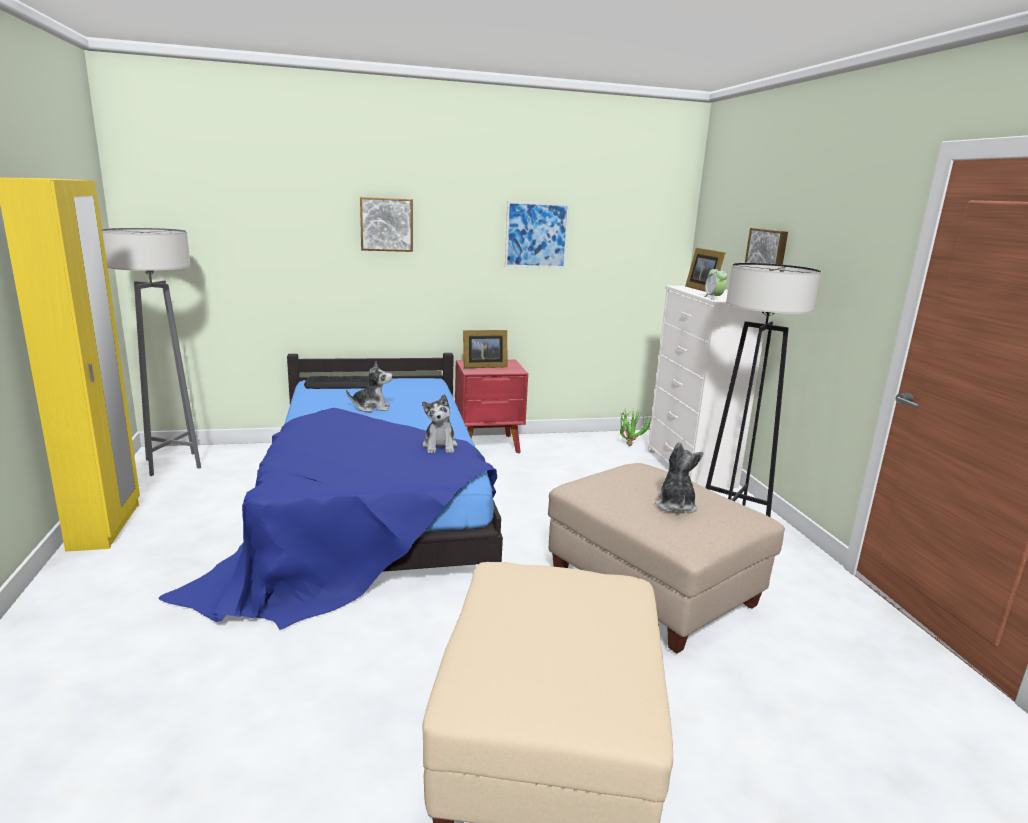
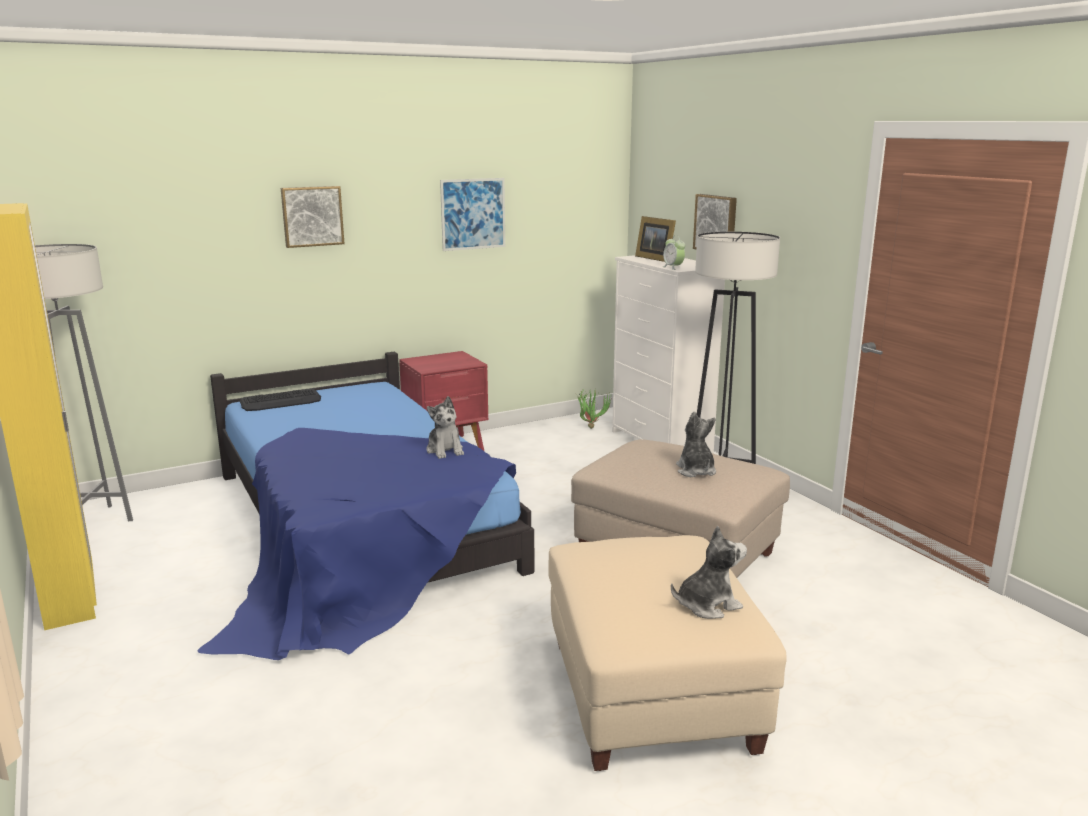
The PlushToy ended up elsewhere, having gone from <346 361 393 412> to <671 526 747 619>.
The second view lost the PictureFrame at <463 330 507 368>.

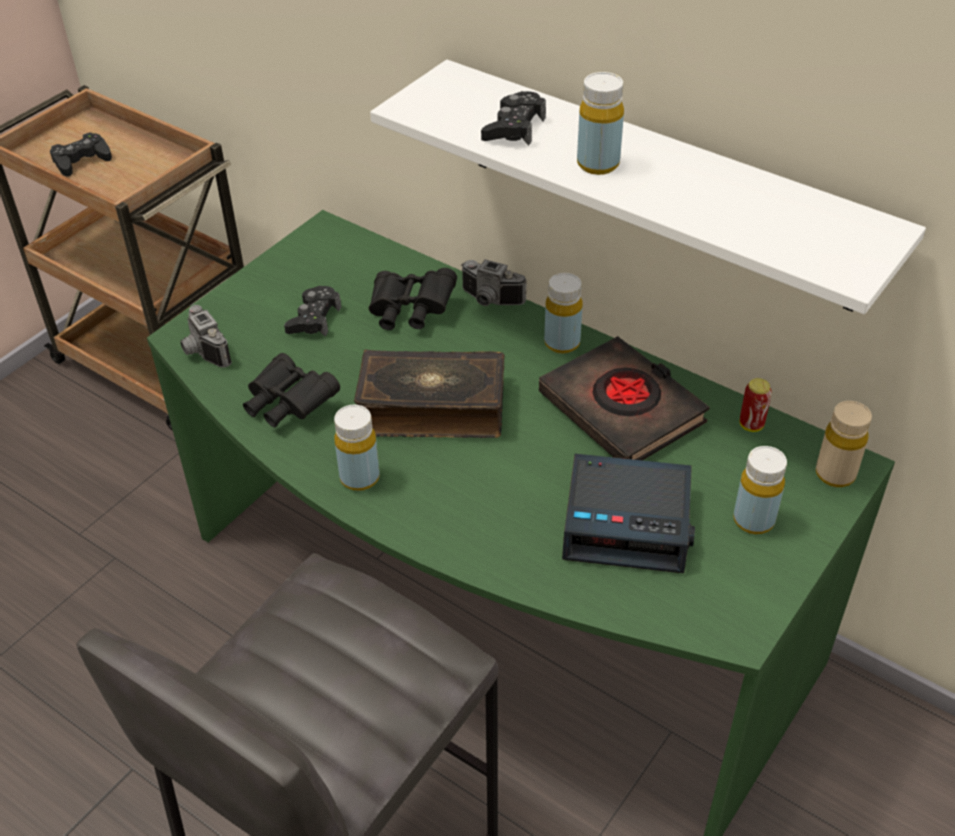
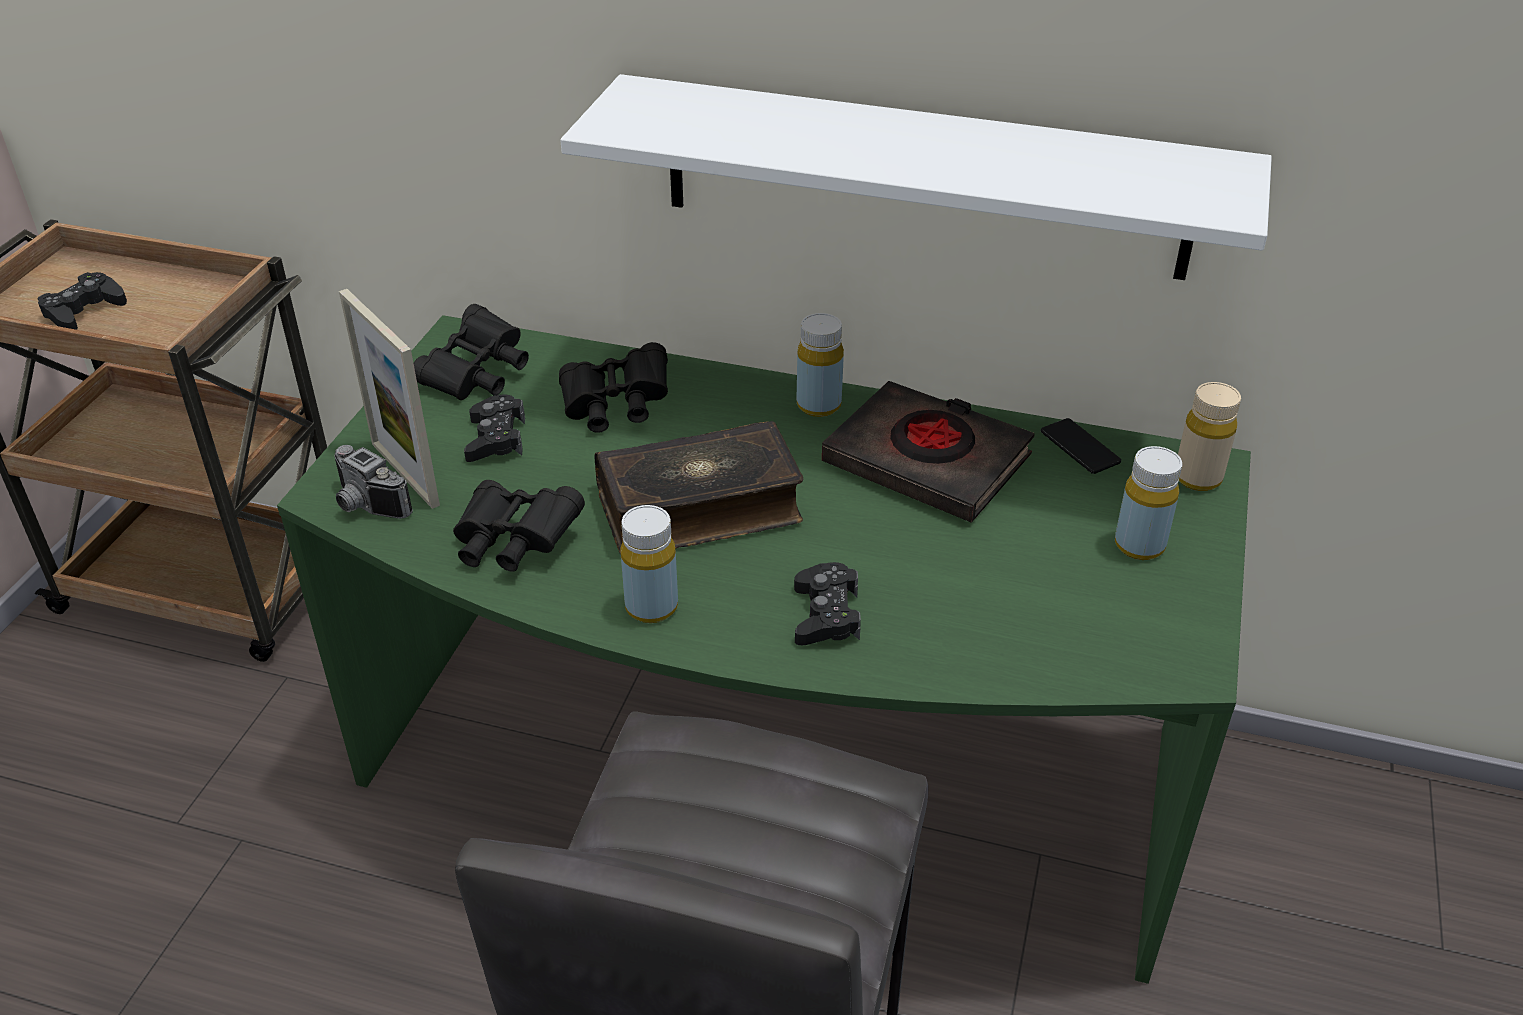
The second view lost the PhotoCamera at <461 259 527 306>.
The BlackGameController ended up elsewhere, having gone from <481 91 546 146> to <794 562 861 645>.
The second view lost the AlarmClock at <562 454 695 573>.
The second view lost the YellowBottle at <577 72 624 175>.
Where the Can stood at <740 378 772 432>, the Phone came to stand at <1041 418 1121 474>.
The second view gained the PictureFrame at <339 289 440 509>.
The second view gained the BlackBinoculars at <414 304 529 400>.

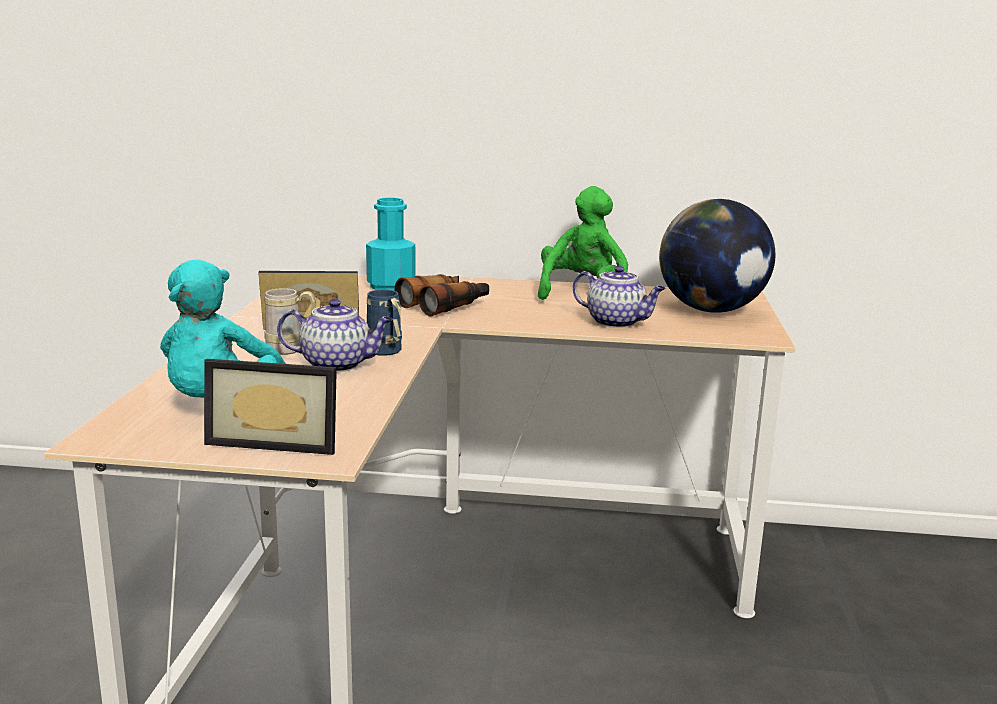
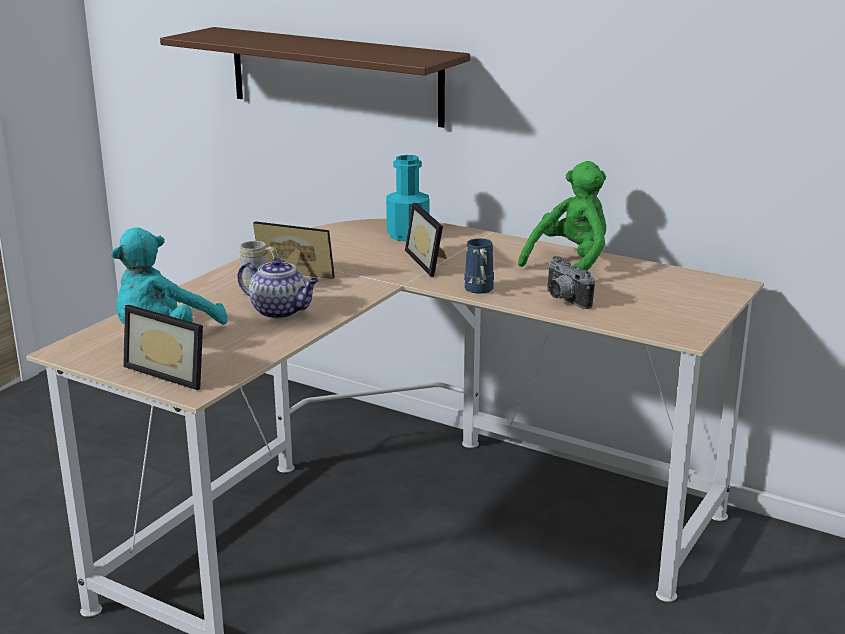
The BlueMug ended up elsewhere, having gone from <367 290 402 356> to <464 238 494 294>.
Where the Binoculars stood at <394 274 489 317>, the PictureFrame came to stand at <405 203 447 277>.
Where the Teapot stood at <573 265 666 328>, the PhotoCamera came to stand at <547 256 595 309>.
The second view lost the Globe at <659 199 775 313>.
The second view gained the BrownShelf at <160 27 470 128>.

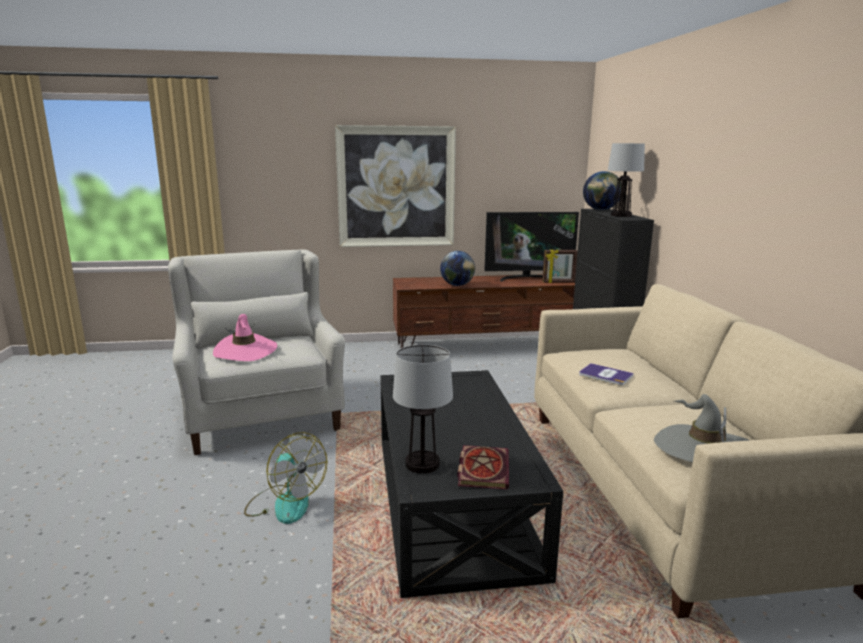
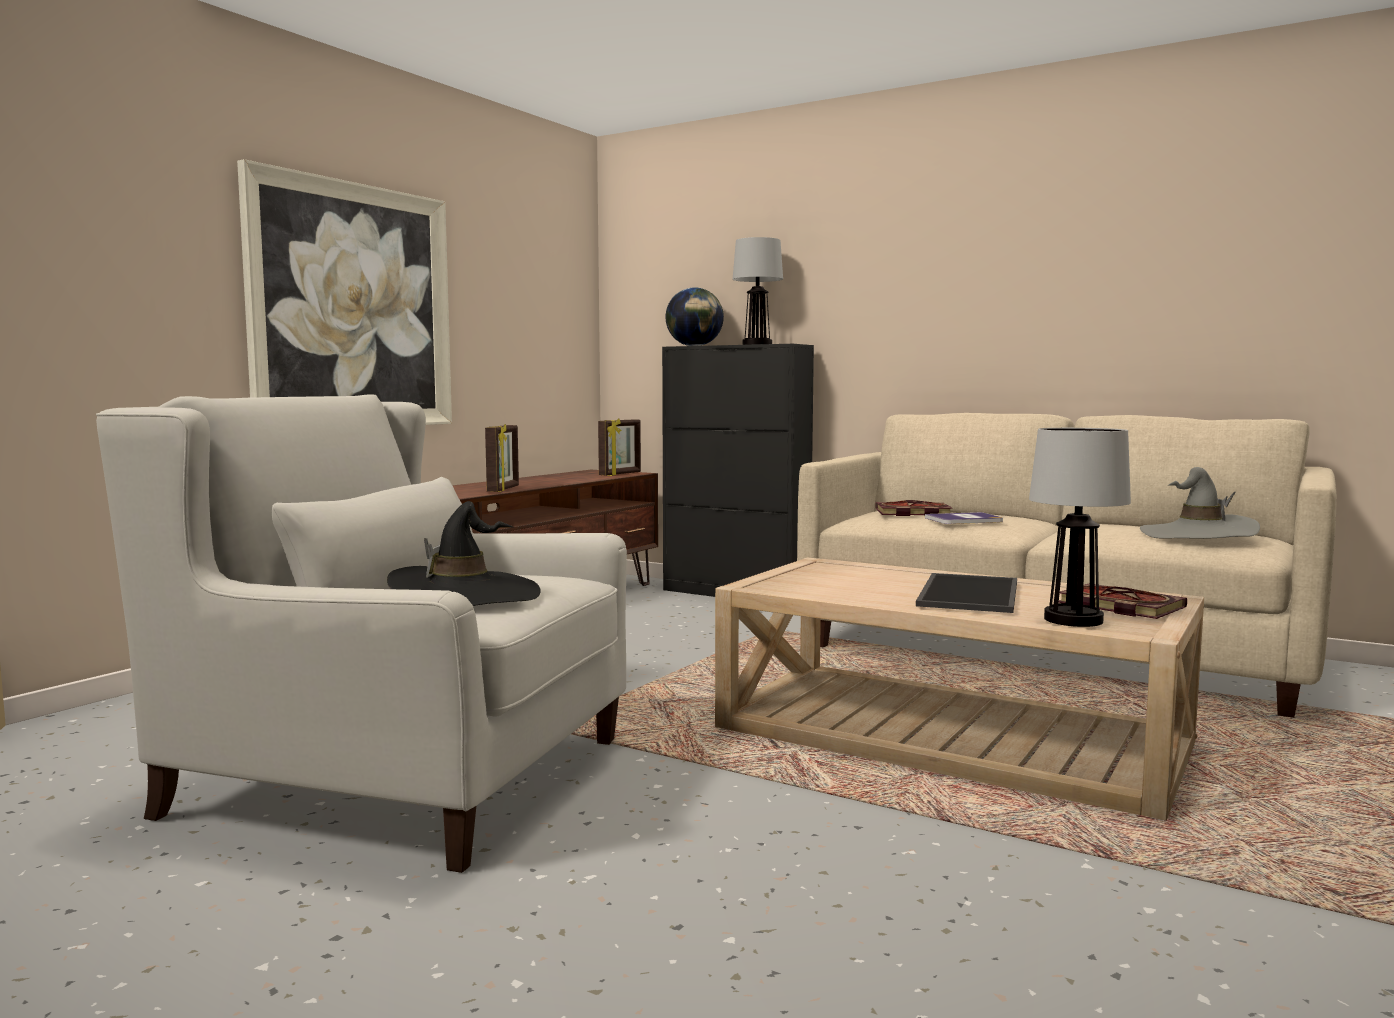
What was the PinkHat at <213 314 277 361> turned into the BlackHat at <387 501 541 606>.
The second view lost the Fan at <244 432 327 524>.
What was the BlackCoffeeTable at <380 370 563 598> turned into the BeigeCoffeeTable at <715 558 1204 820>.
Where the Globe stood at <440 251 475 286>, the PictureFrame came to stand at <485 424 519 492>.
The second view lost the Television at <484 212 579 281>.
The second view gained the Book at <875 500 953 516>.
The second view gained the Tray at <916 573 1017 613>.

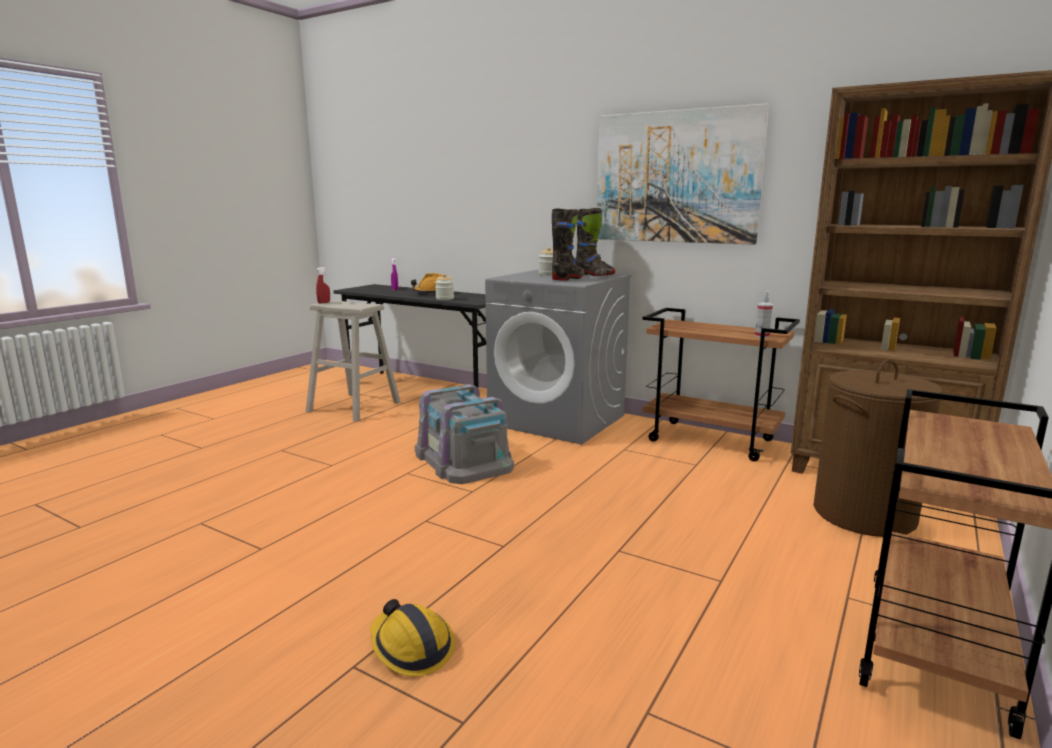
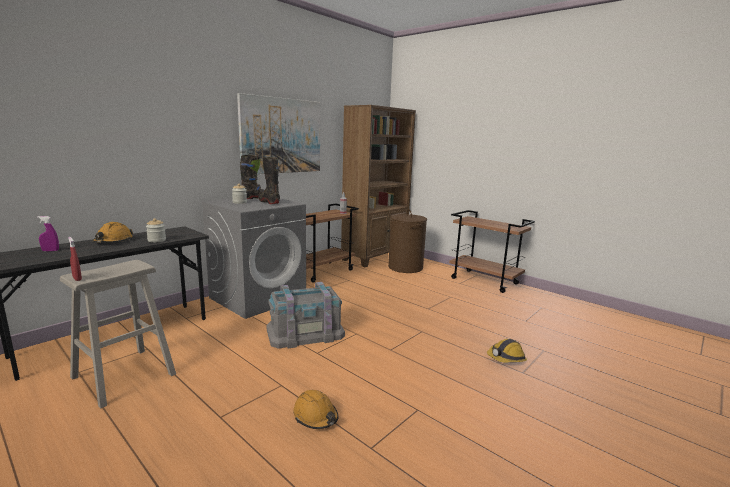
The second view gained the OrangeHardHat at <293 390 339 429>.

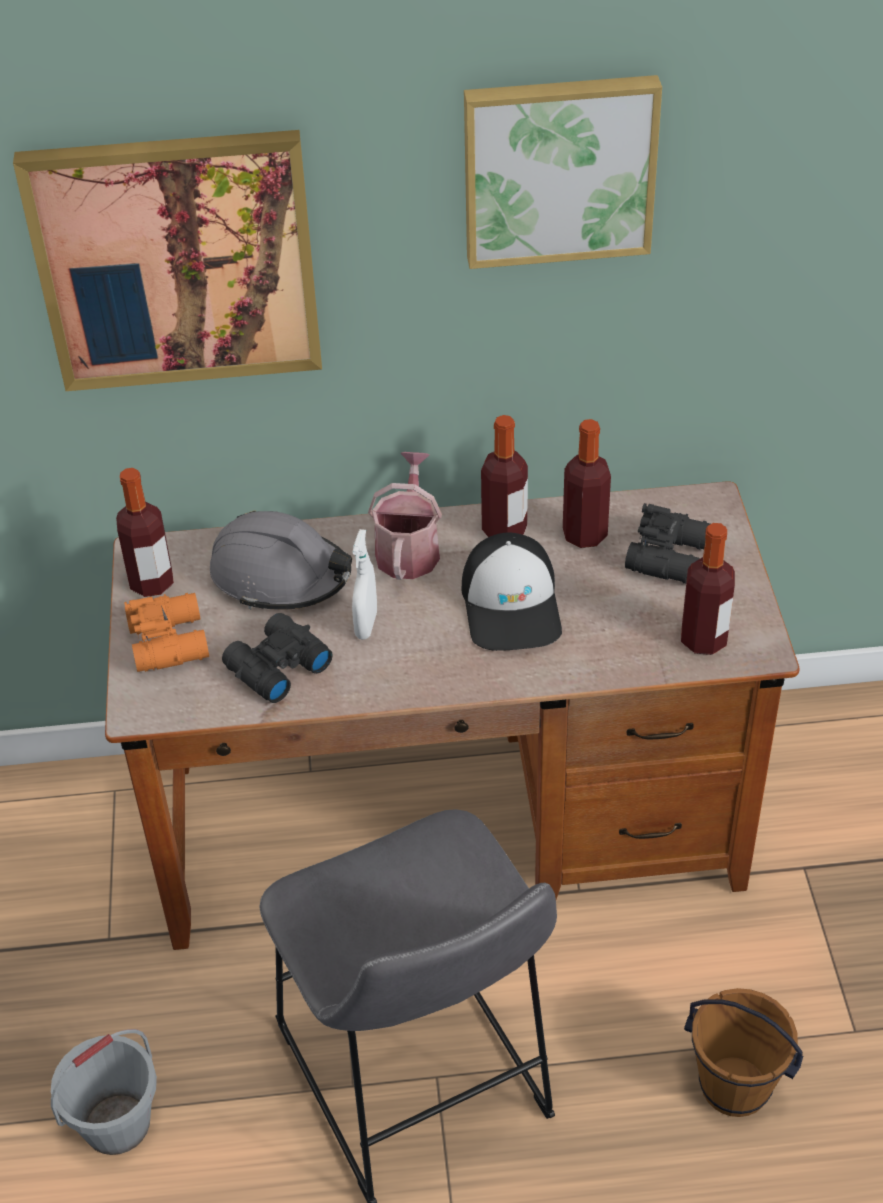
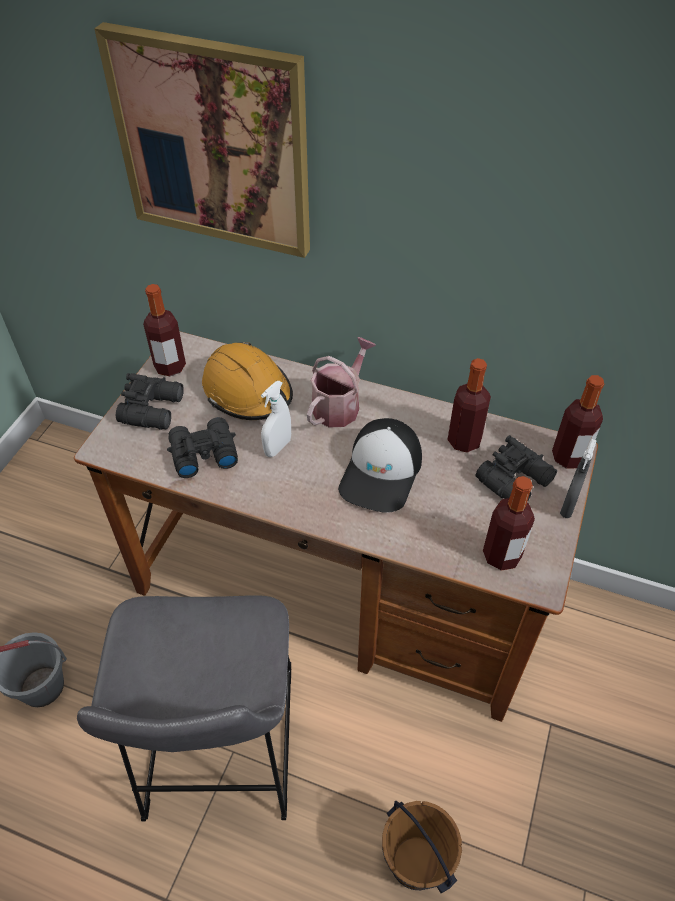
What was the OrangeBinoculars at <124 593 209 672> turned into the BlackBinoculars at <116 373 184 430>.
What was the GreyHardHat at <210 511 352 610> turned into the OrangeHardHat at <202 342 293 420>.
The second view lost the Picture at <464 75 662 269>.
The Bottle ended up elsewhere, having gone from <481 415 528 537> to <552 375 604 469>.
The second view gained the GreySprayBottle at <560 439 597 518>.

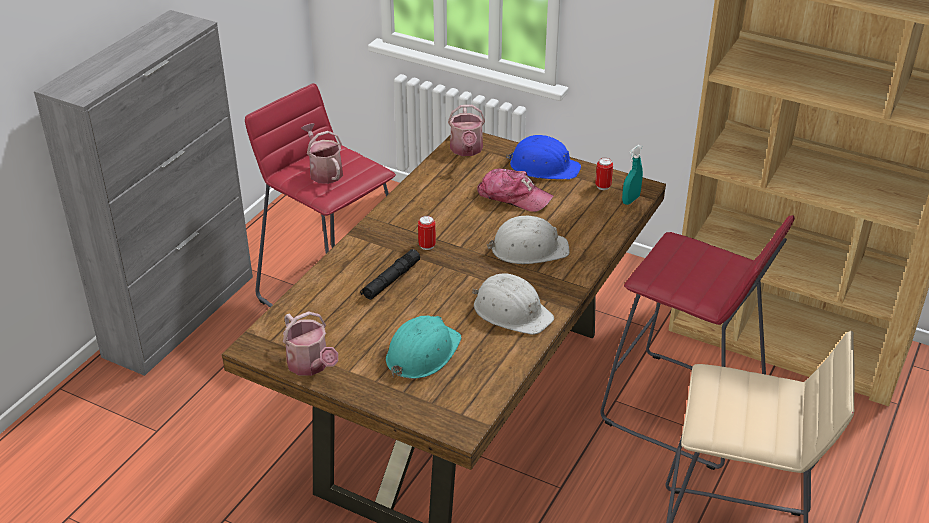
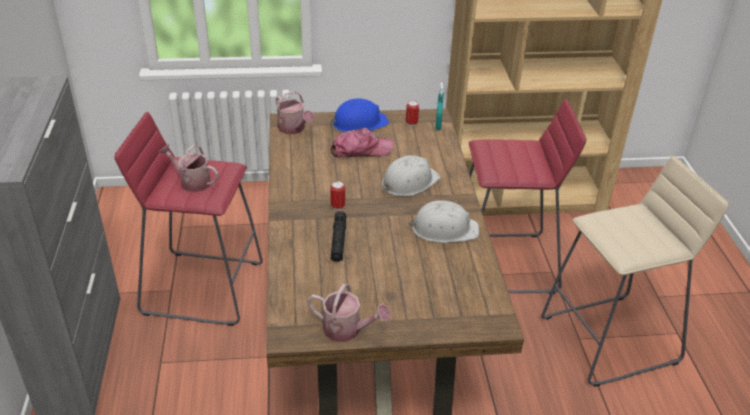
The second view lost the TurquoiseHardHat at <386 316 462 379>.

